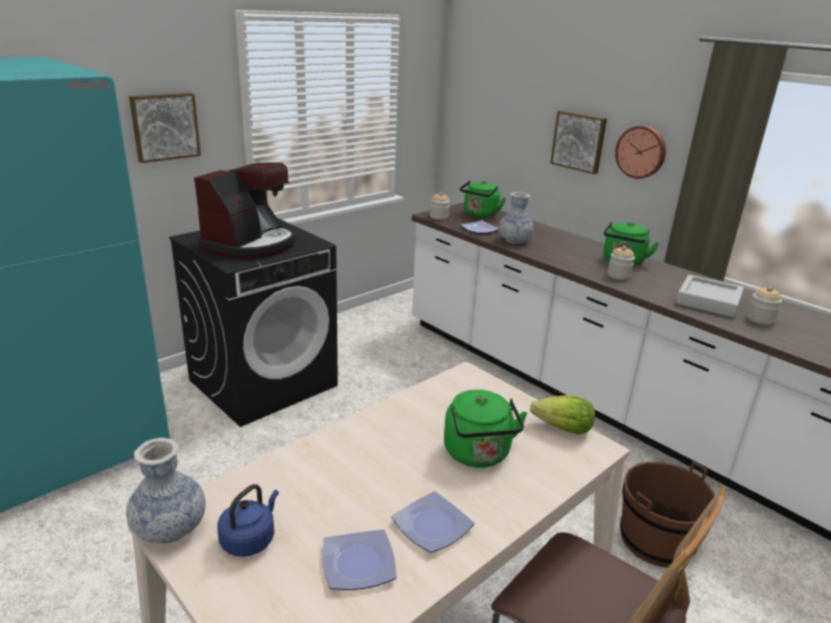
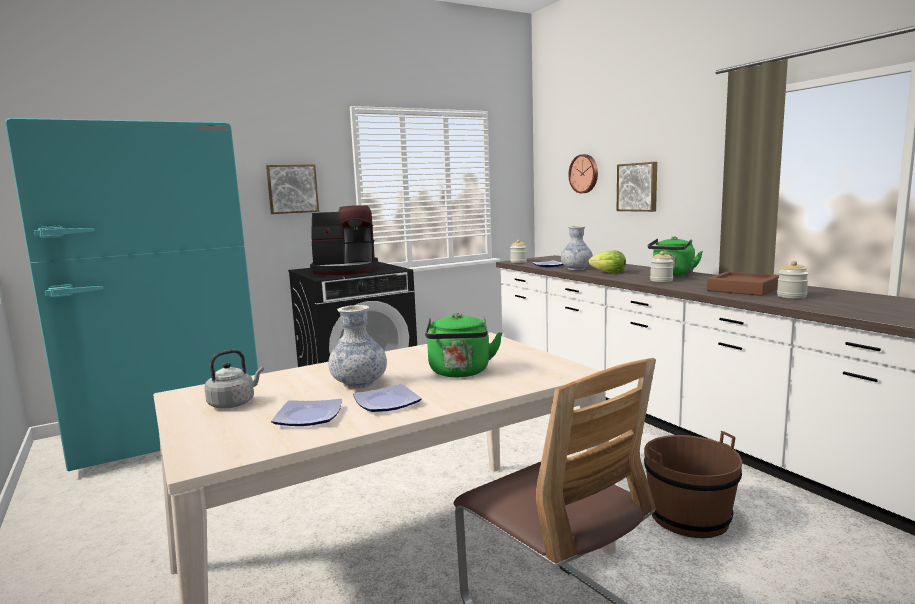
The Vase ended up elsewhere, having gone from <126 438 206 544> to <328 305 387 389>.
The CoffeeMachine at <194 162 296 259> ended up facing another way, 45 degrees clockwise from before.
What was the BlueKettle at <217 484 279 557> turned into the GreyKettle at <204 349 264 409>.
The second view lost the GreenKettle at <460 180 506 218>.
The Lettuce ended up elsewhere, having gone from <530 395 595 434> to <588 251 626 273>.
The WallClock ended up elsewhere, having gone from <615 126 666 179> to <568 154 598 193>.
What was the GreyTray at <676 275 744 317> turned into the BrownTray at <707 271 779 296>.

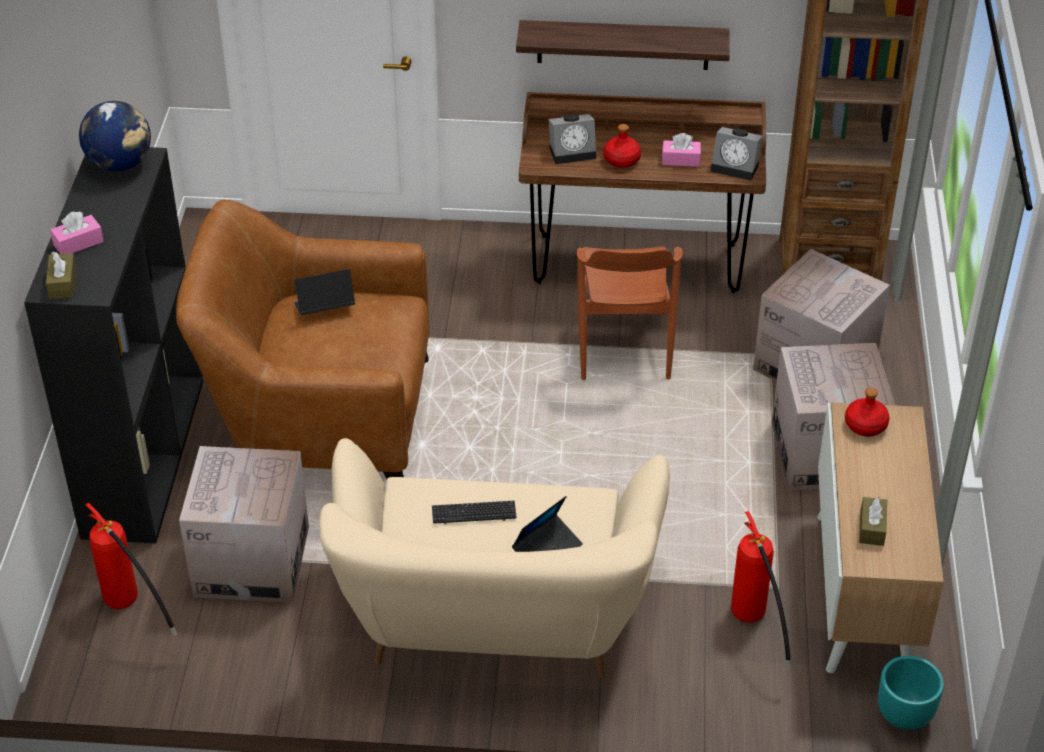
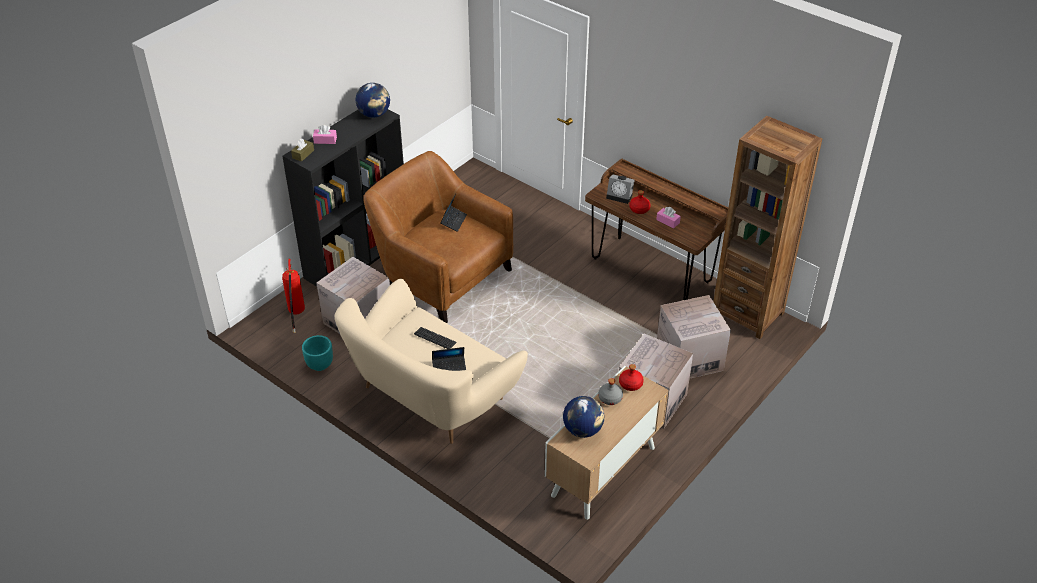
The Laptop at <294 269 355 315> ended up facing another way, 90 degrees clockwise from before.
The second view lost the Shelf at <516 20 730 70>.
The second view lost the BrownChair at <577 246 683 380>.
The second view lost the AlarmClock at <711 127 763 181>.
The second view lost the FireExtinguisher at <731 511 791 669>.
Where the BrownTissueBox stood at <859 497 887 546>, the Globe came to stand at <563 396 604 438>.
The TurquoisePlanter ended up elsewhere, having gone from <878 656 944 730> to <302 335 333 371>.
The second view gained the GreyBottle at <598 378 623 405>.

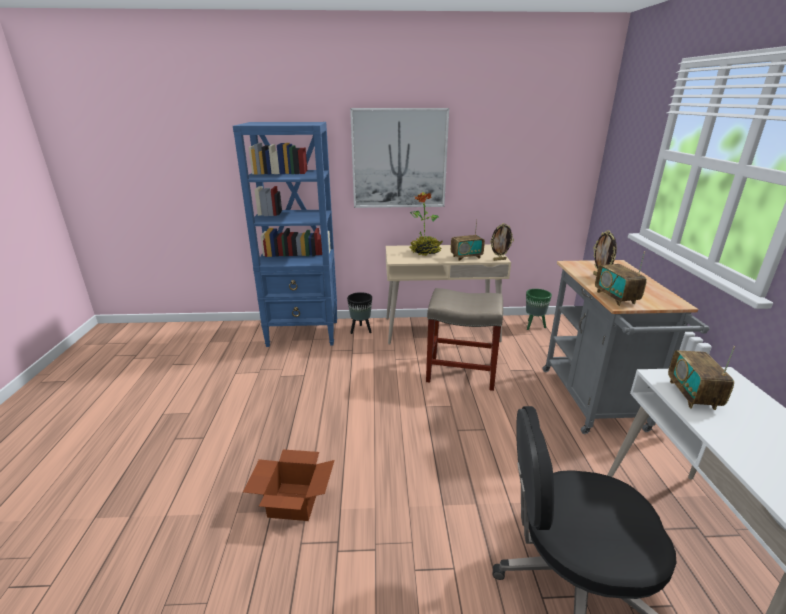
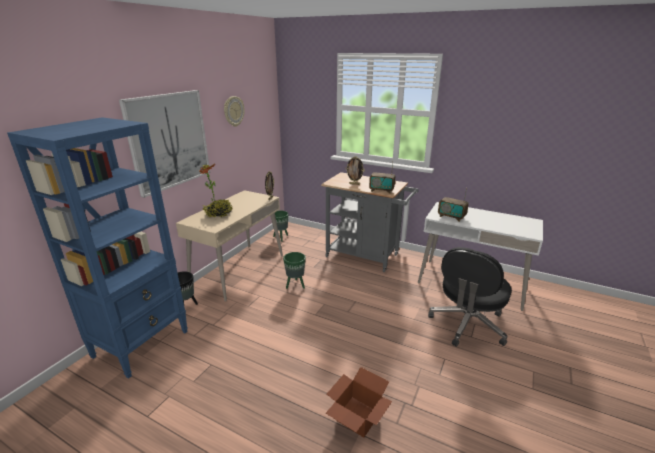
Where the BeigeStool stood at <426 288 503 391>, the GreenPlanter came to stand at <283 252 306 289>.
The second view lost the Radio at <451 219 485 261>.
The second view gained the WallClock at <224 96 244 127>.

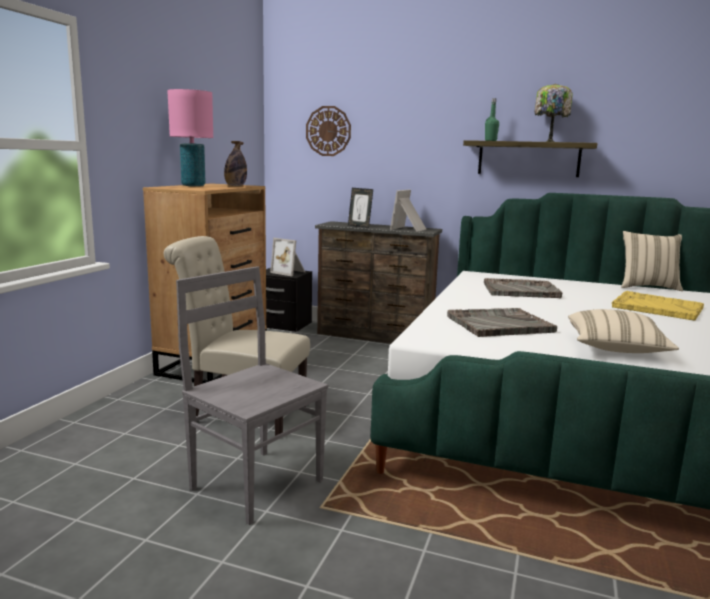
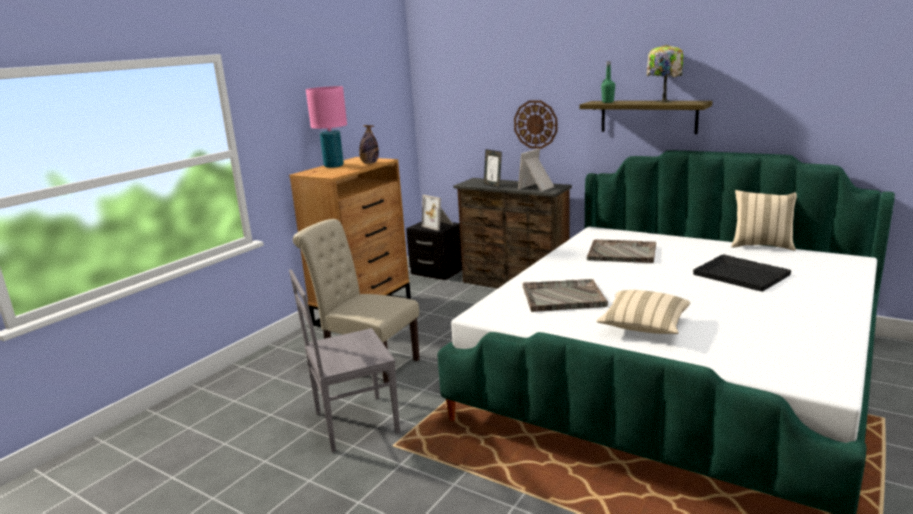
The GreyChair at <176 266 328 525> ended up facing another way, 75 degrees counterclockwise from before.
The WallClock ended up elsewhere, having gone from <306 106 351 156> to <514 100 557 149>.
What was the YellowTray at <612 291 704 320> turned into the BlackTray at <693 254 791 292>.

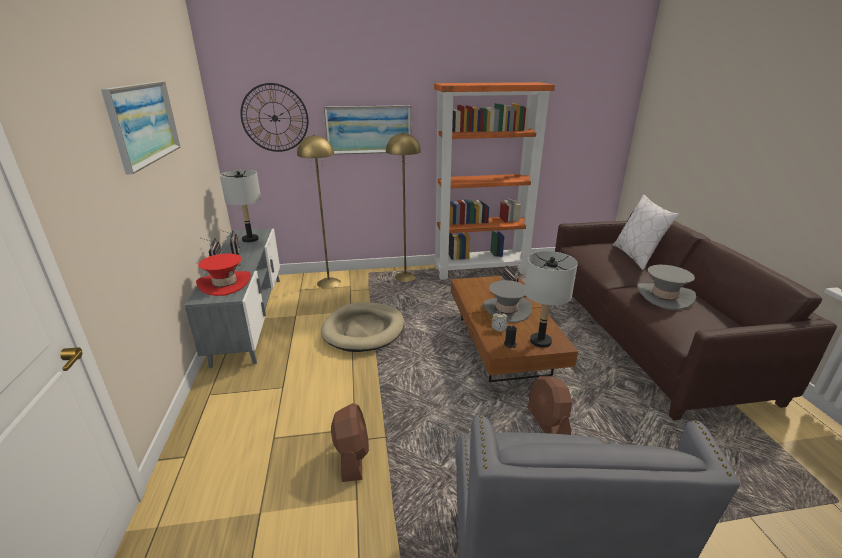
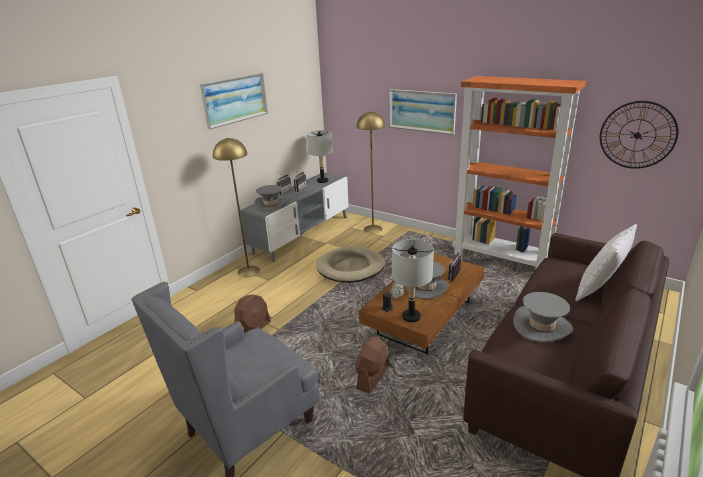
What was the RedHat at <196 253 251 296> turned into the GreyHat at <254 185 288 211>.
The WallClock ended up elsewhere, having gone from <240 83 308 152> to <600 101 679 169>.
The YellowFloorLamp ended up elsewhere, having gone from <386 132 421 282> to <213 138 260 277>.

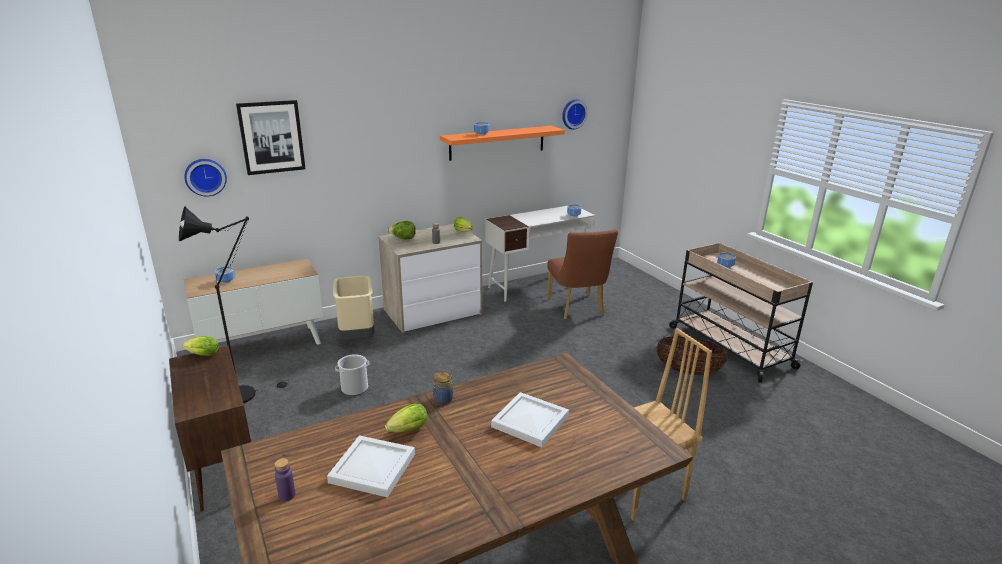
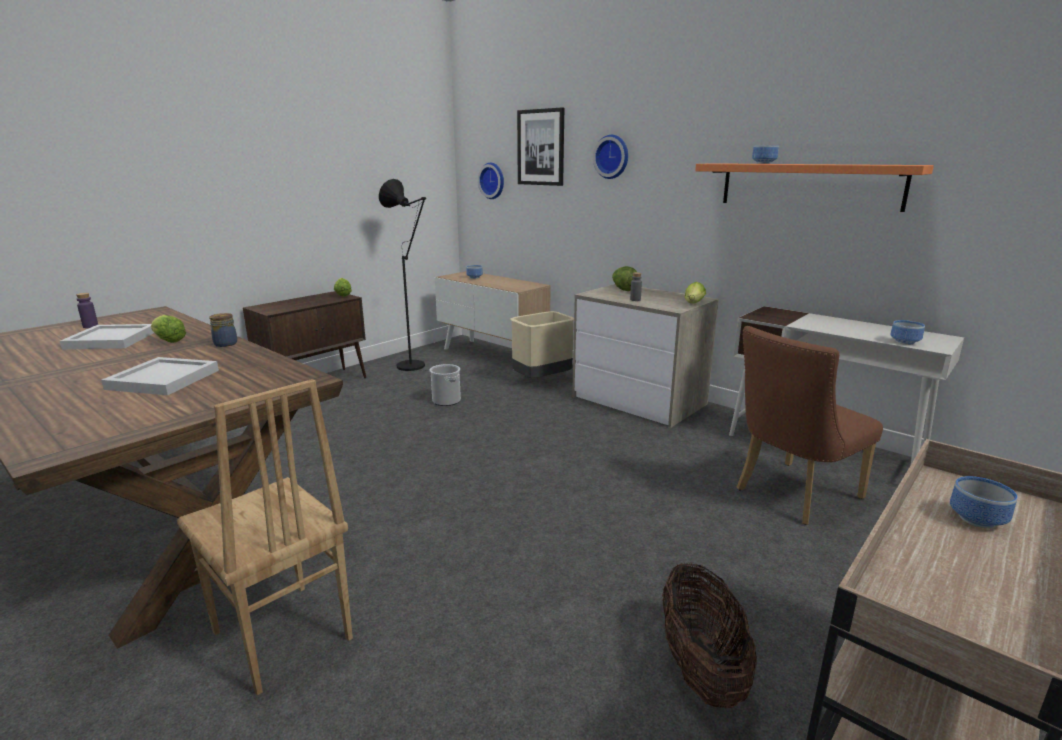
The WallClock ended up elsewhere, having gone from <562 99 588 130> to <593 135 628 179>.

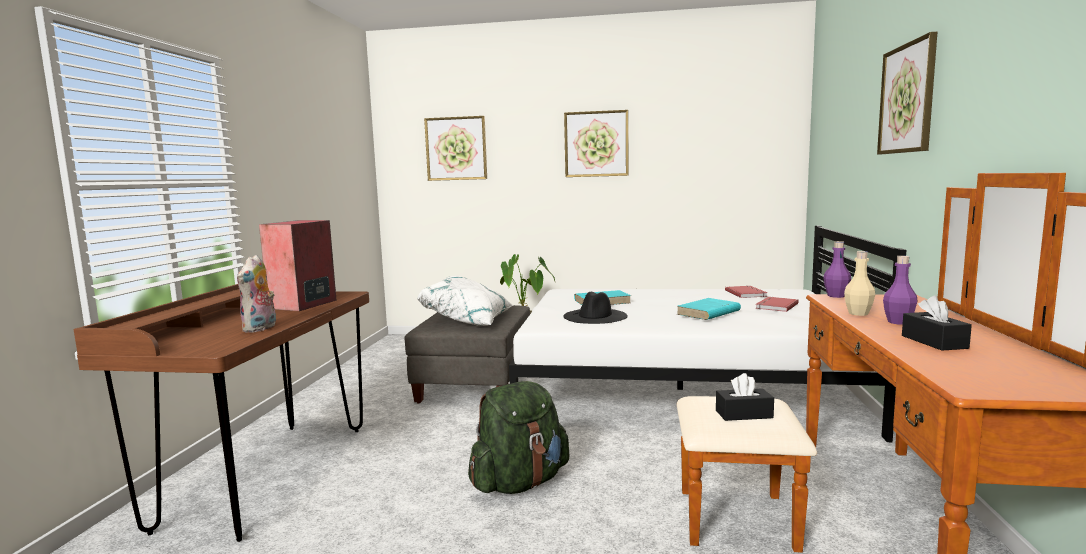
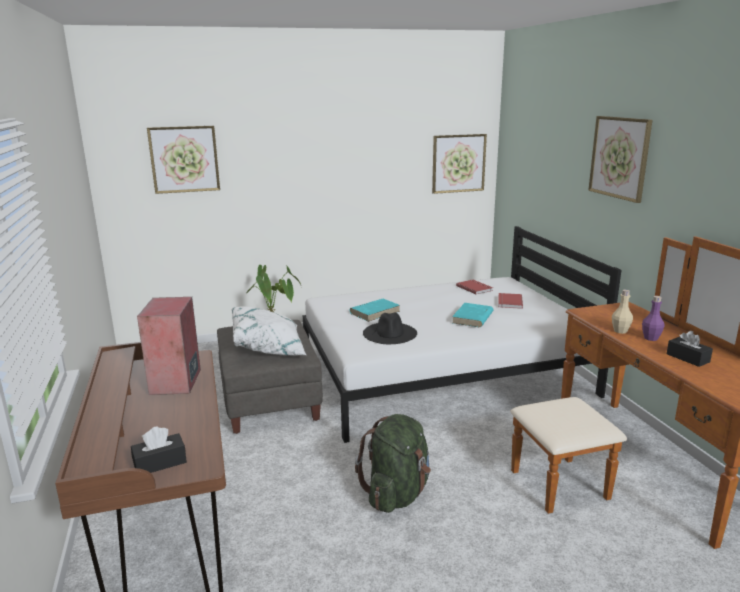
The second view lost the PlushToy at <237 255 276 333>.
The Picture ended up elsewhere, having gone from <564 110 629 177> to <432 134 487 194>.
The BlackTissueBox ended up elsewhere, having gone from <716 373 774 421> to <131 426 187 473>.
The second view lost the PurpleBottle at <823 241 851 298>.

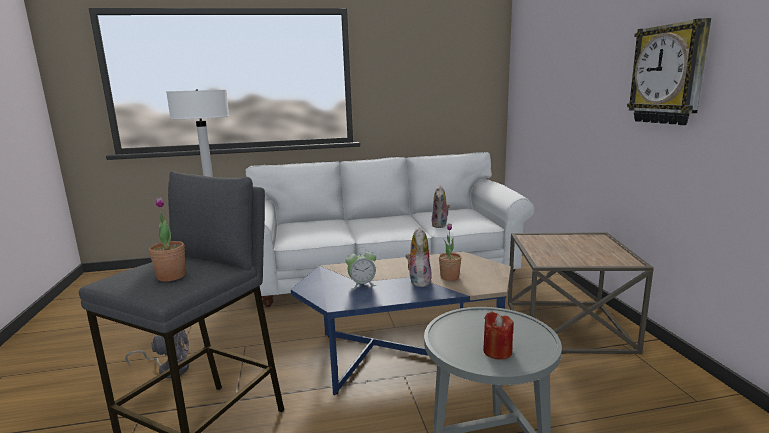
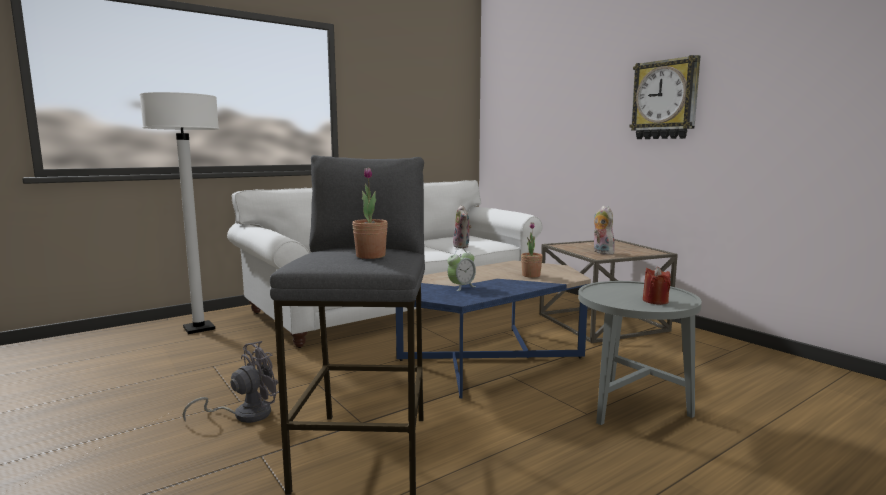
The PlushToy ended up elsewhere, having gone from <405 226 432 287> to <594 206 615 255>.

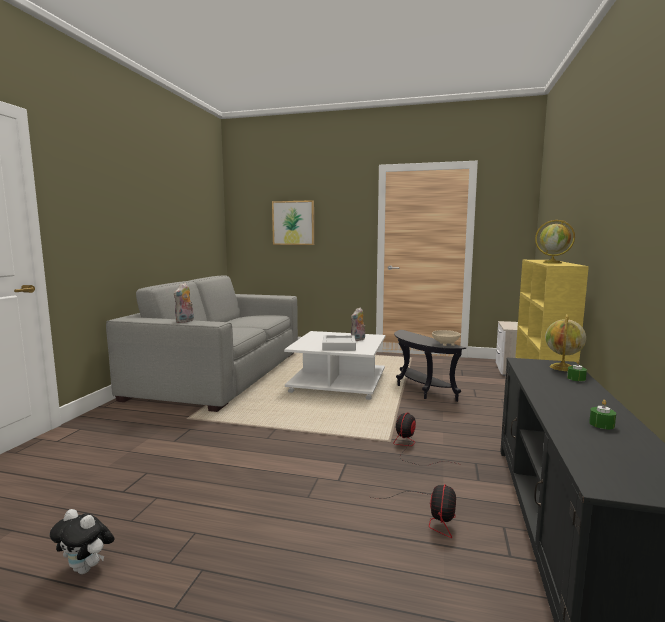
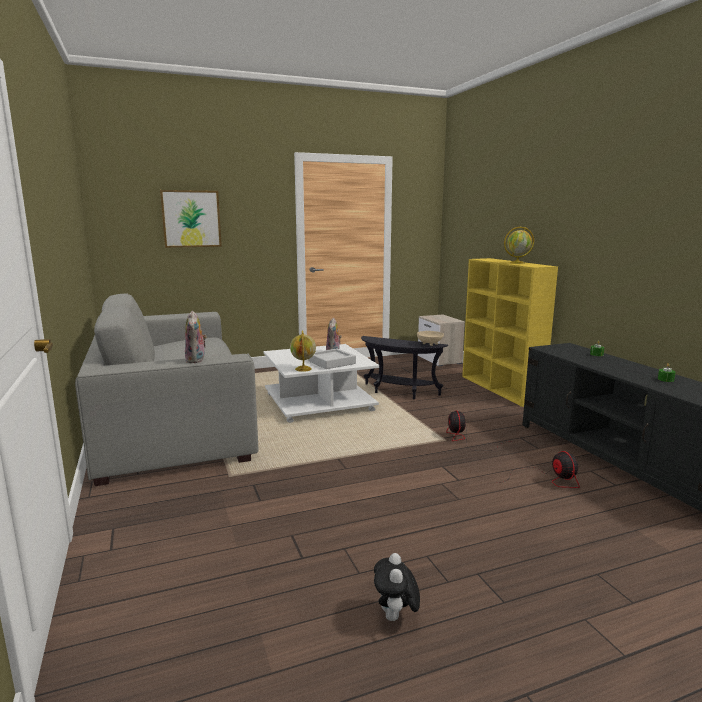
The PlushToy at <50 509 114 574> ended up facing another way, 105 degrees clockwise from before.
The Globe ended up elsewhere, having gone from <545 314 586 371> to <290 331 316 372>.

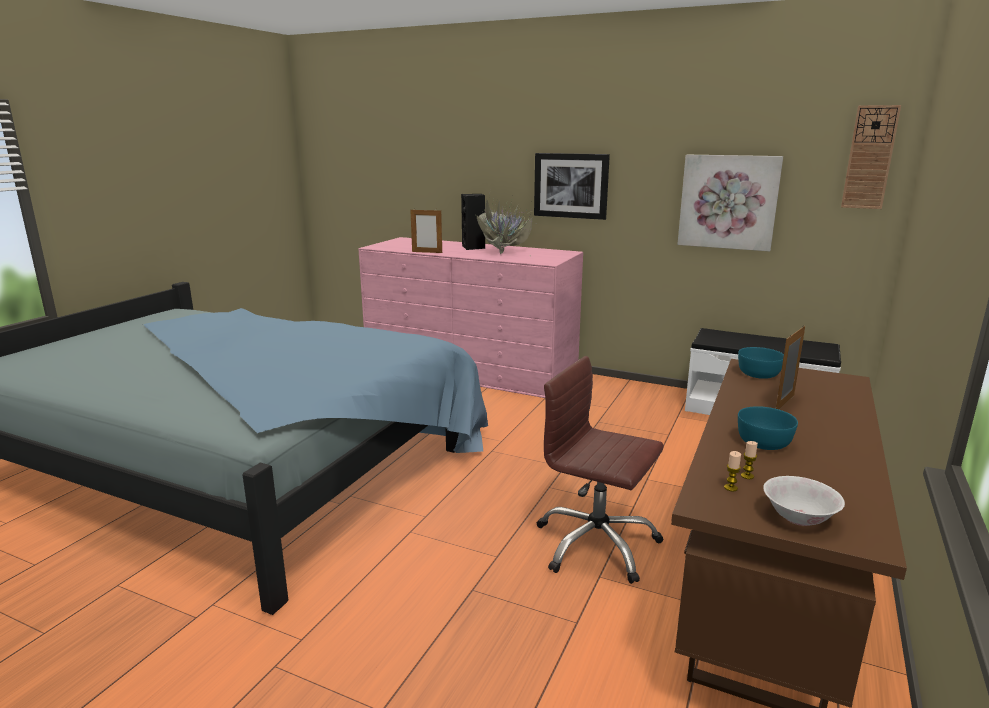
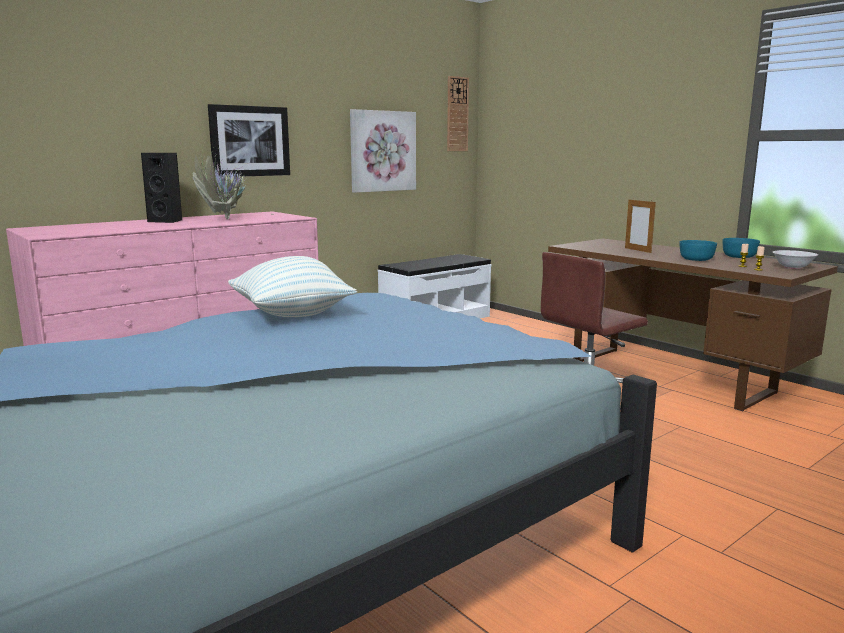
The second view lost the PictureFrame at <410 208 442 253>.
The TurquoiseBowl ended up elsewhere, having gone from <738 347 784 379> to <723 238 760 258>.
The second view gained the Pillow at <228 256 357 317>.

